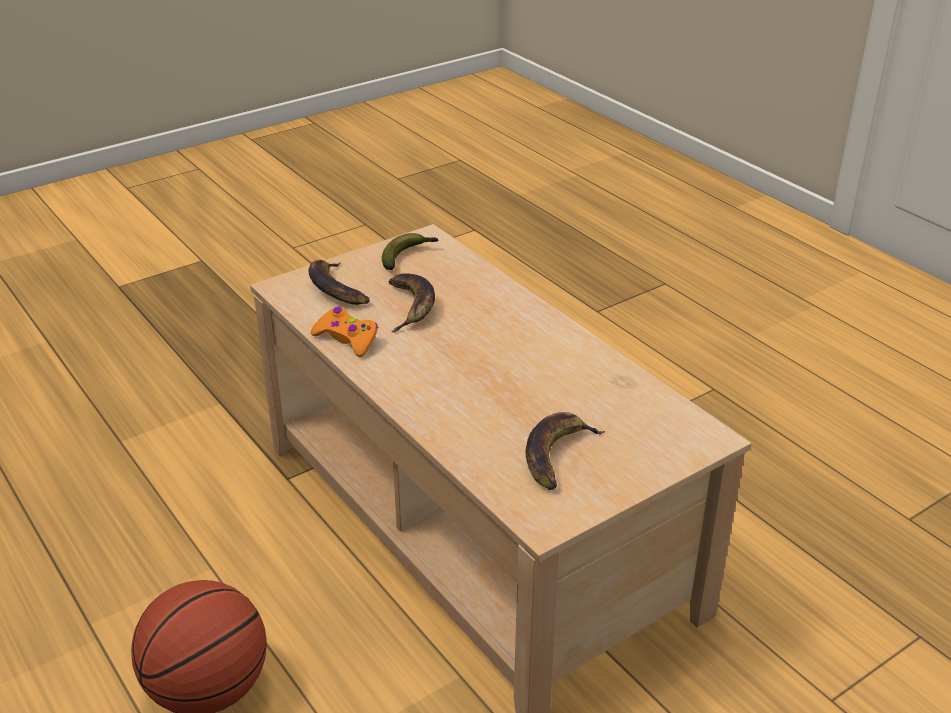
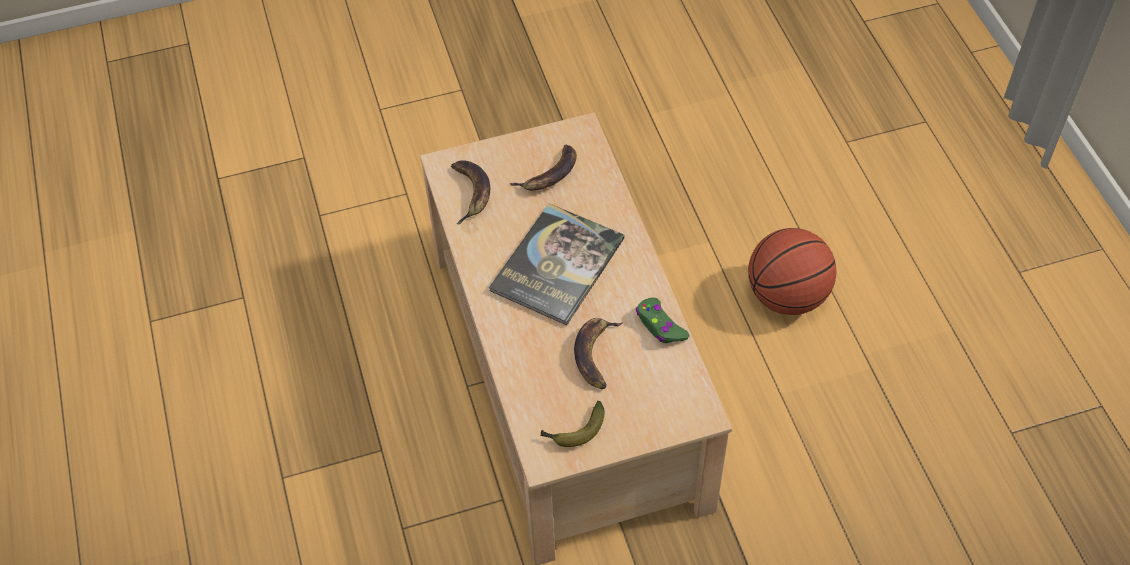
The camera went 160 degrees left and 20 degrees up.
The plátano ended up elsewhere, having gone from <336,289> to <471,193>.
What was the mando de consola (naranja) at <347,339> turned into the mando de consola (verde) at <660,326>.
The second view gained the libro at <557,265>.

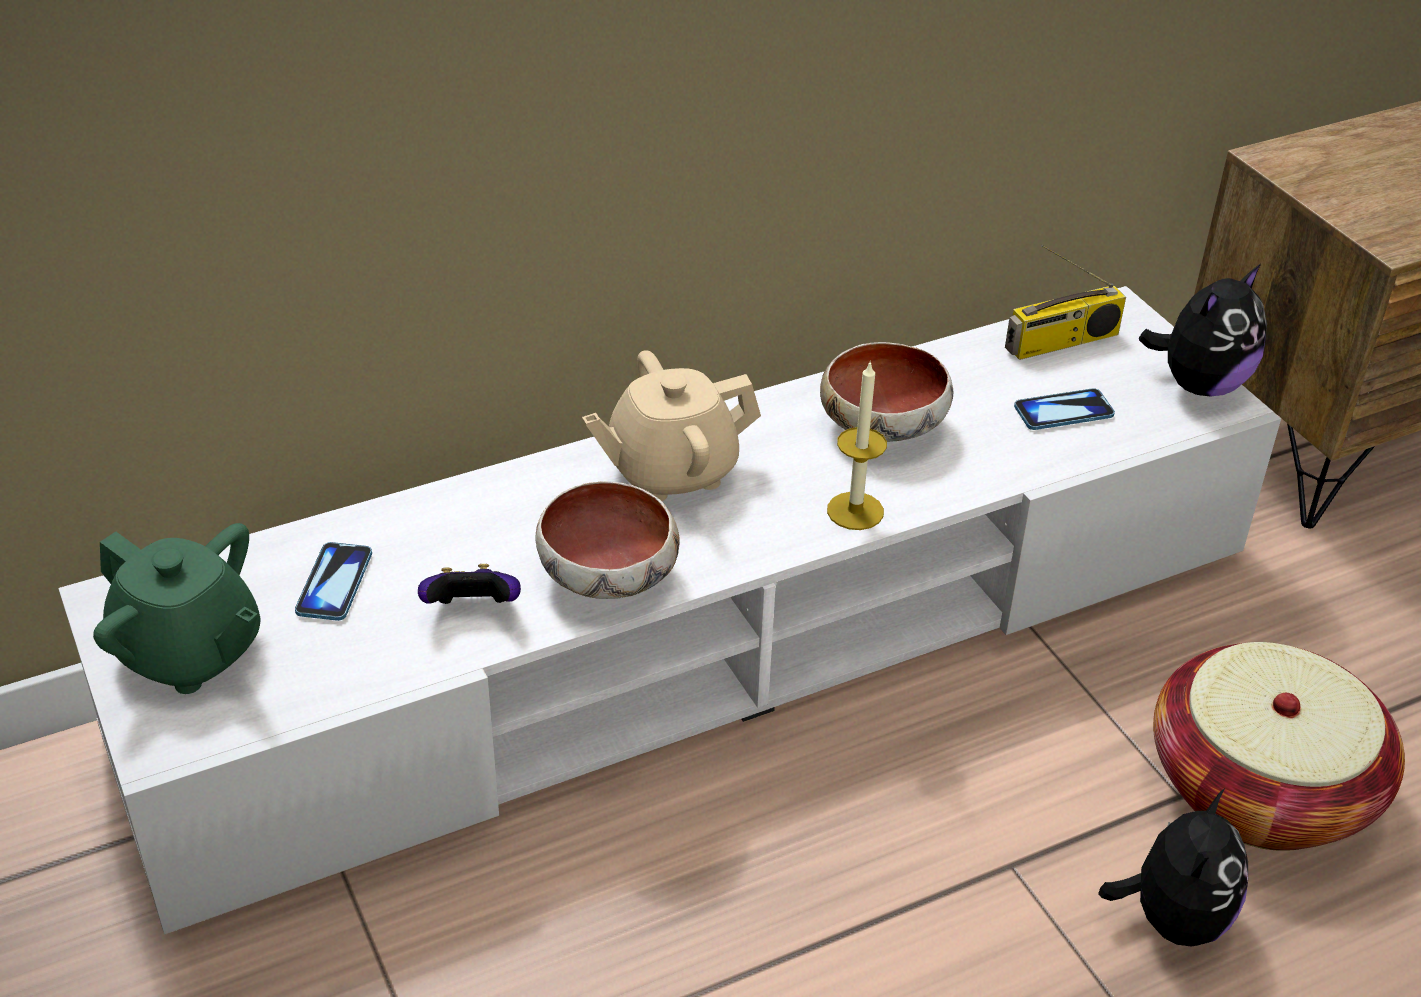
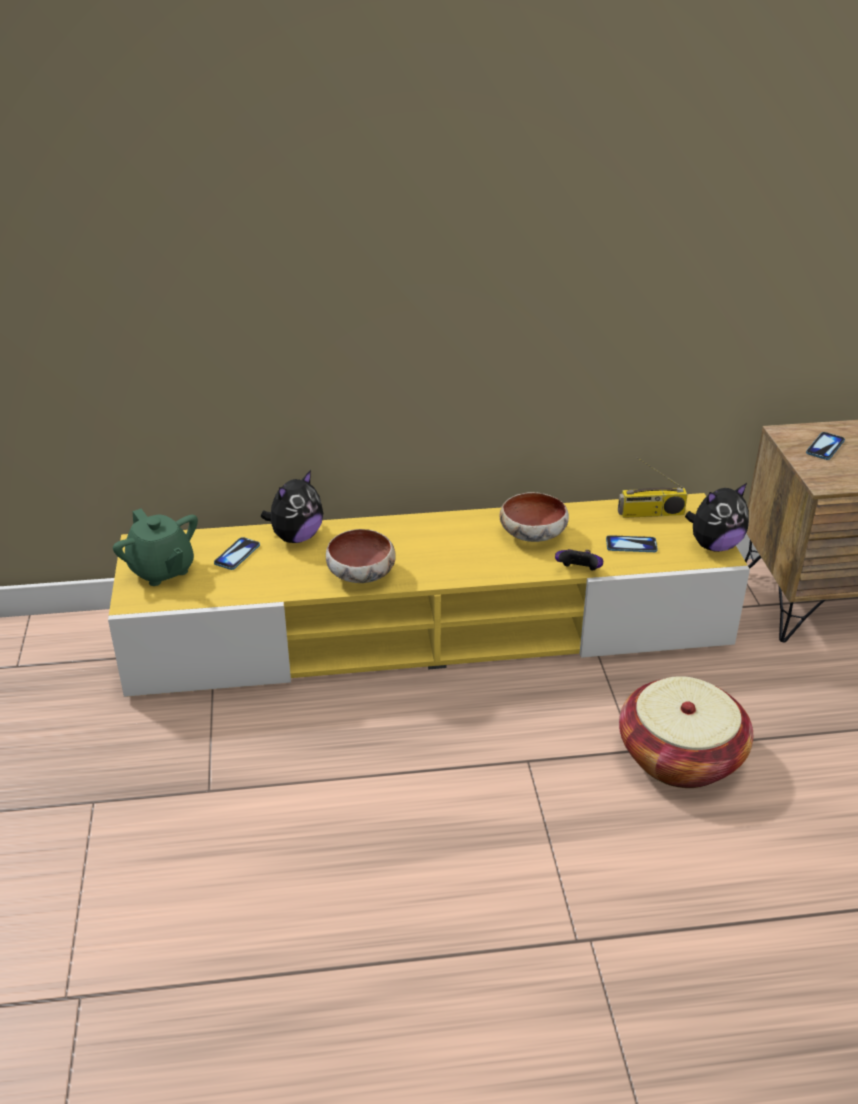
The camera went 20 degrees right and 5 degrees down.
What was the mueble de televisión (blanco) at <708,641> turned into the mueble de televisión (amarillo) at <430,631>.
The mando de consola ended up elsewhere, having gone from <472,610> to <578,571>.
The second view lost the tetera (beis) at <671,471>.
The second view lost the vela at <855,511>.
The peluche ended up elsewhere, having gone from <1172,918> to <296,537>.
The second view gained the móvil at <825,447>.

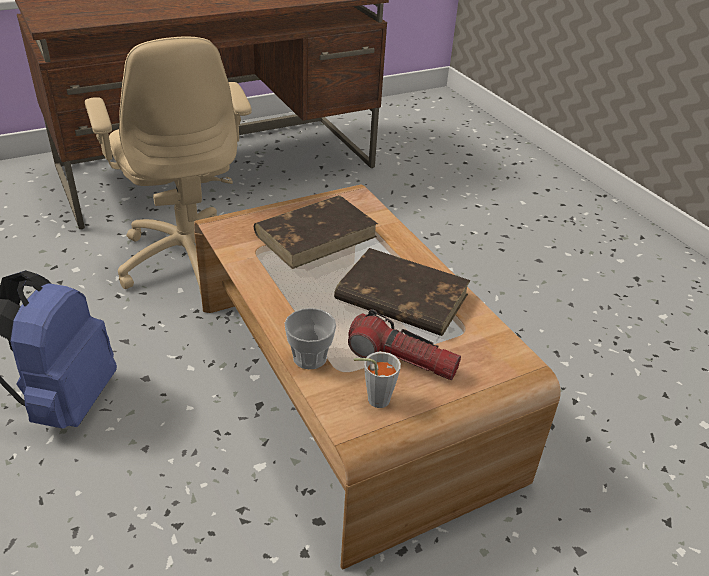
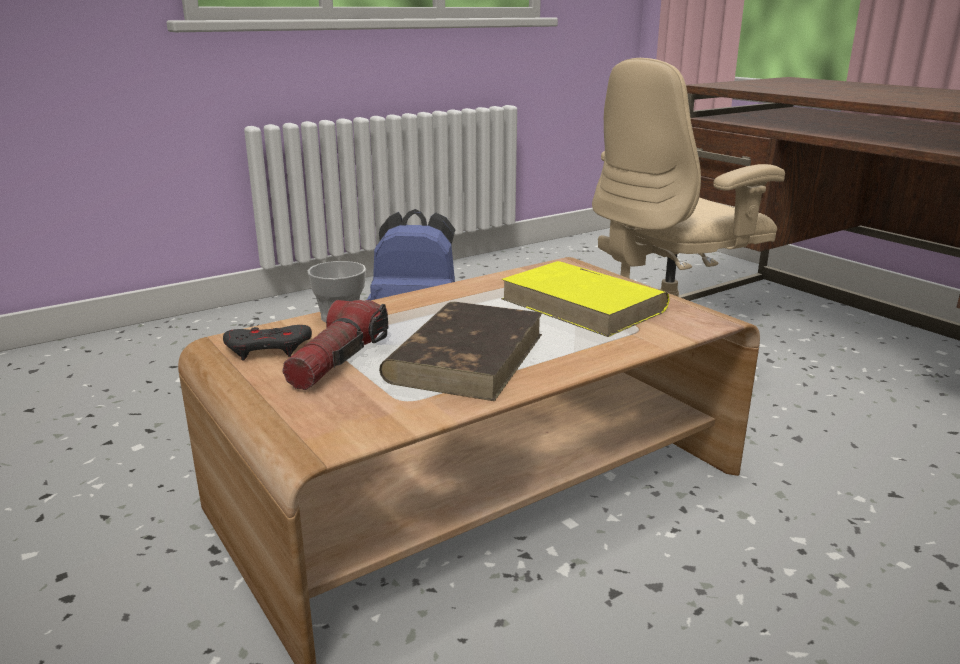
The camera went 85 degrees right and 15 degrees down.
What was the libro (marrón) at <316,235> turned into the libro (amarillo) at <584,305>.
Where the taza (gris) stood at <373,400>, the mando de consola (gris) came to stand at <268,349>.

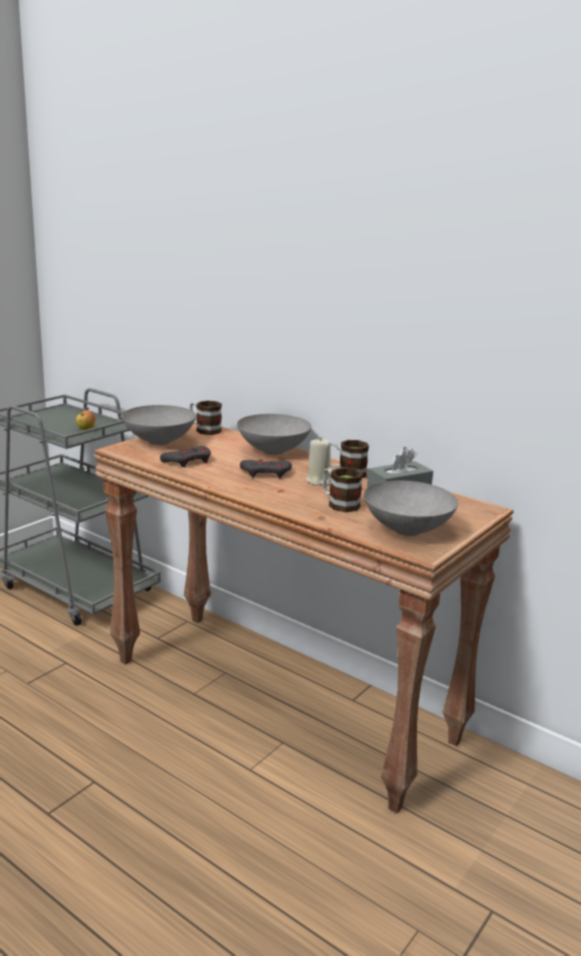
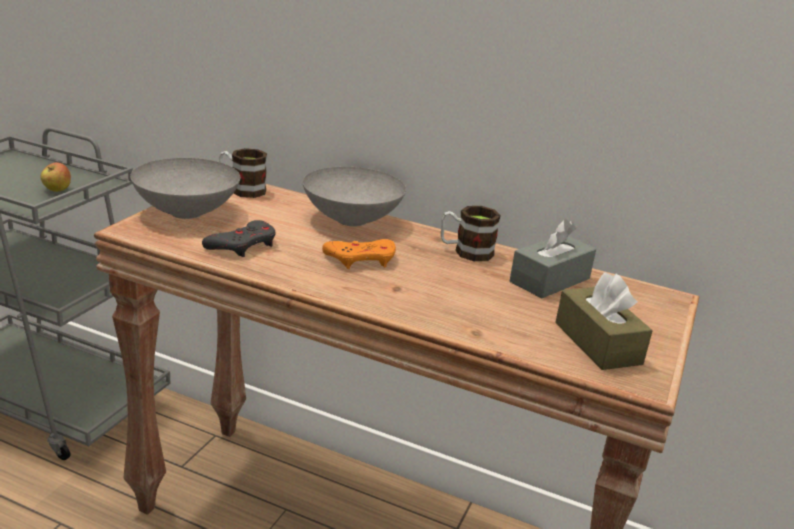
The camera went 15 degrees left and 5 degrees up.
What was the mando de consola (gris) at <266,473> turned into the mando de consola (naranja) at <361,259>.
The second view lost the vela (beis) at <318,481>.
The second view lost the taza grande at <339,503>.
Where the cuenco (gris) stood at <406,529>, the caja de pañuelos (marrón) came to stand at <597,343>.

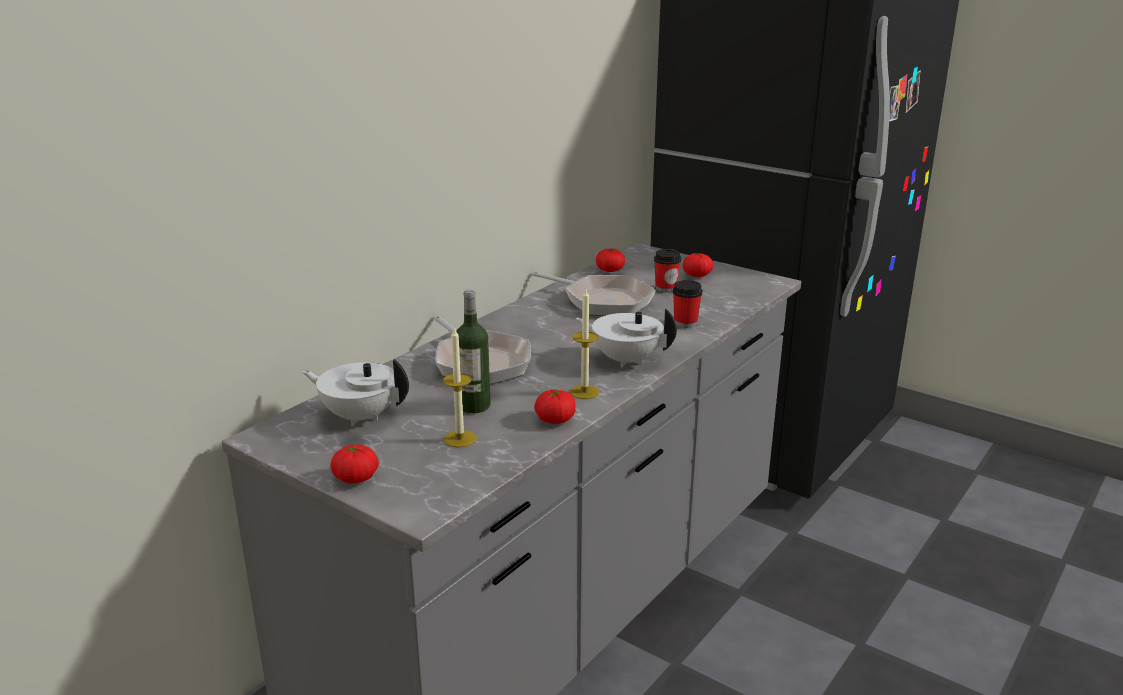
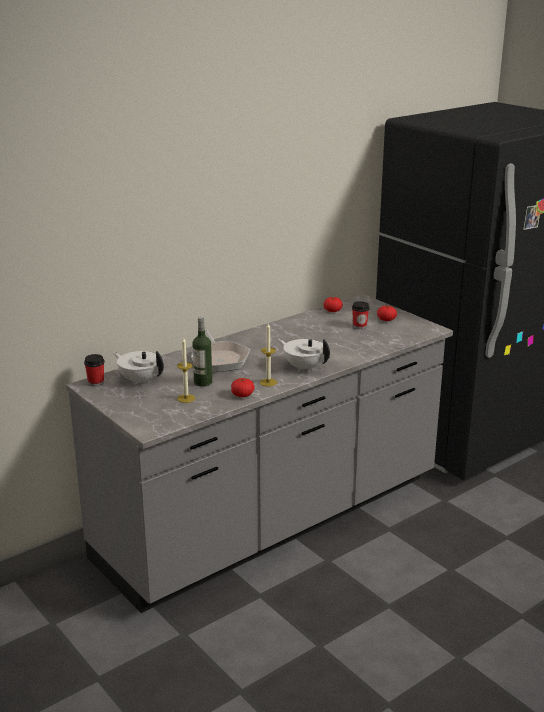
The camera went 15 degrees right and 0 degrees up.
The second view lost the tomate at <356,478>.
The second view lost the sartén at <603,300>.
The taza ended up elsewhere, having gone from <685,323> to <96,383>.

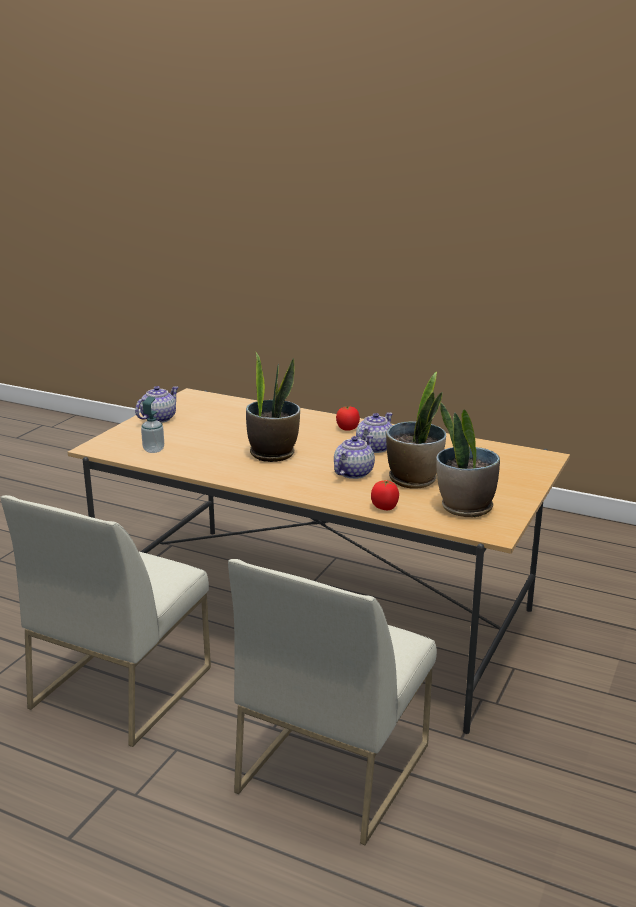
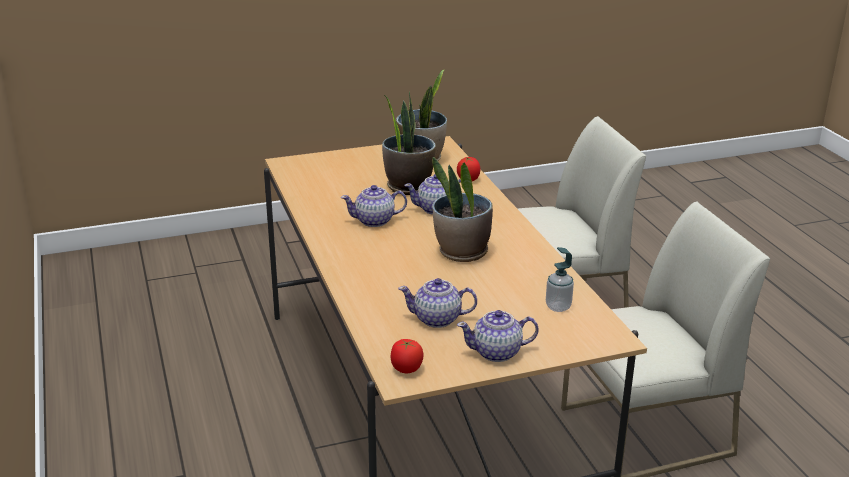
The camera went 135 degrees left and 5 degrees up.
The tomate ended up elsewhere, having gone from <347,429> to <406,369>.
The second view gained the tetera at <438,319>.

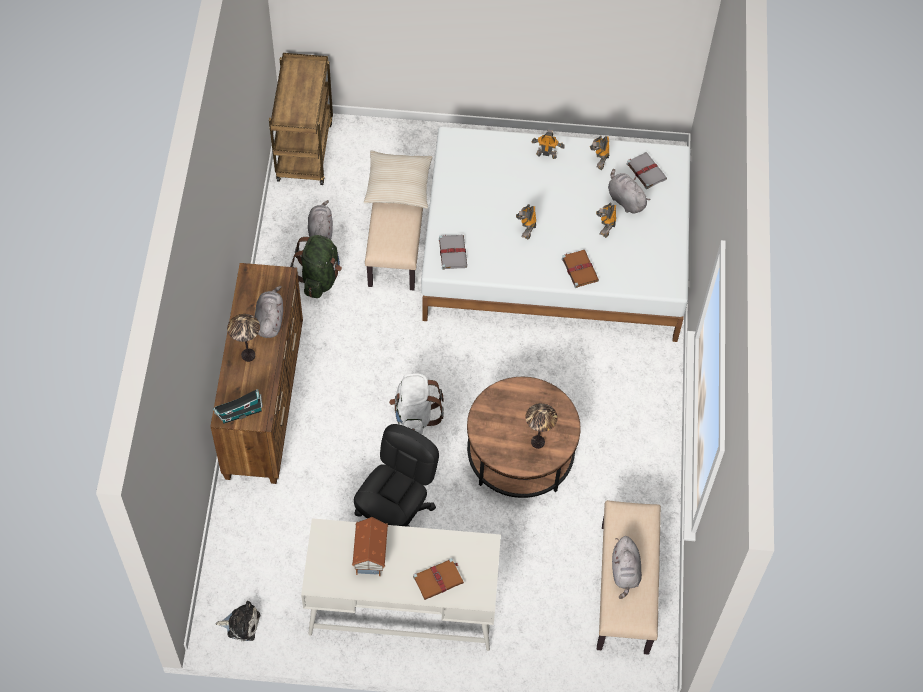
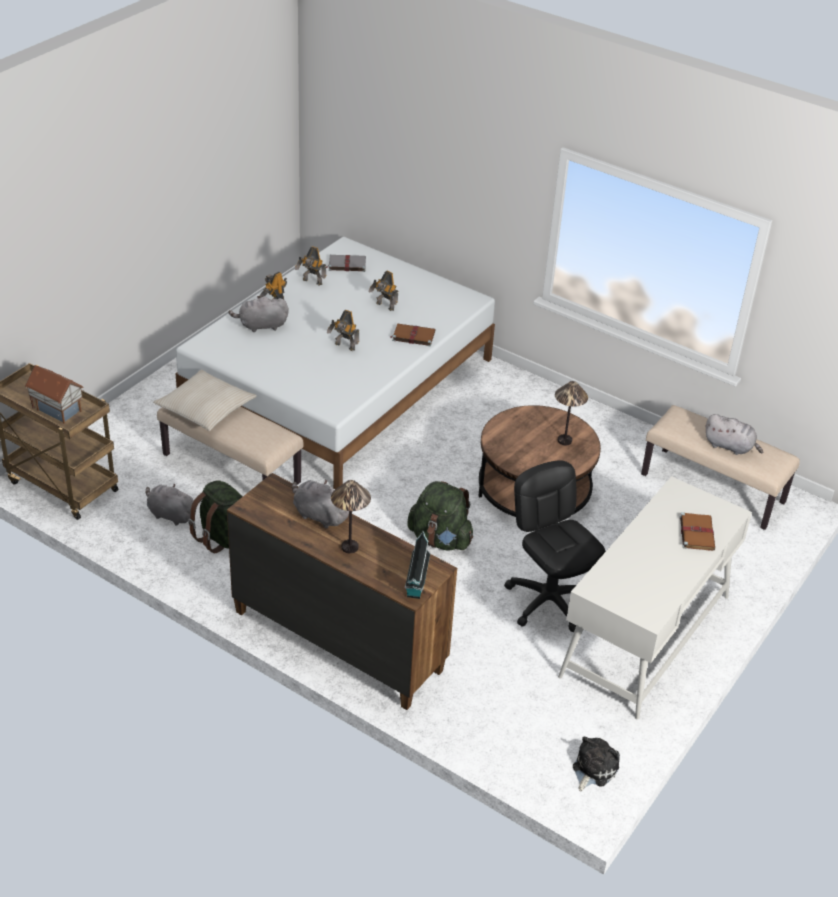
The camera went 60 degrees left and 20 degrees down.
The casita ended up elsewhere, having gone from <371,555> to <58,408>.
What was the mochila (blanco) at <415,415> turned into the mochila (verde) at <440,539>.
The second view lost the libro (gris) at <452,252>.
The peluche (gris) ended up elsewhere, having gone from <625,199> to <261,326>.

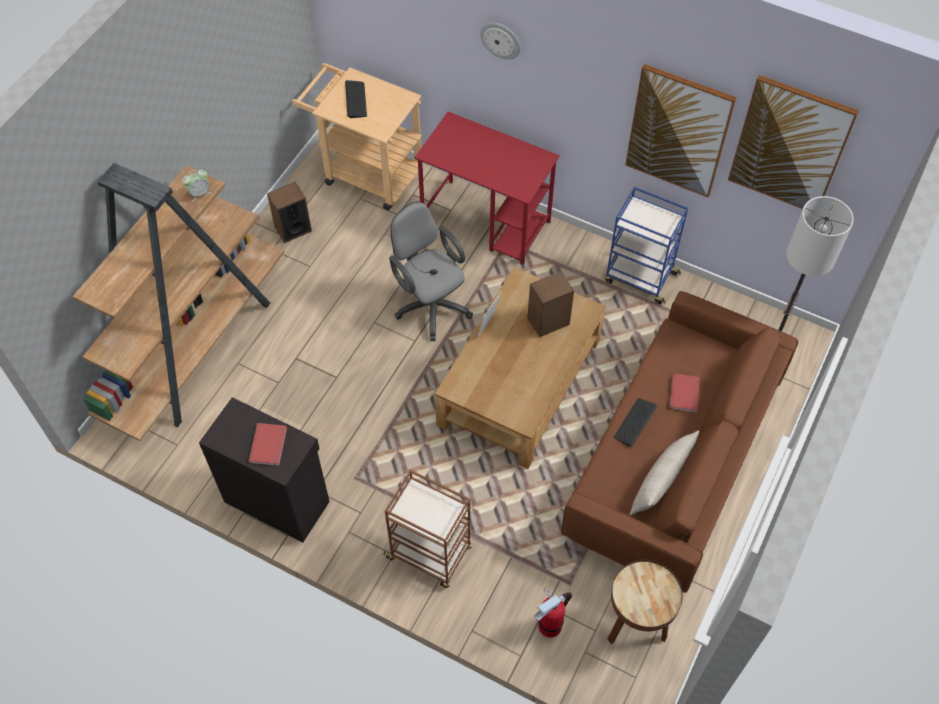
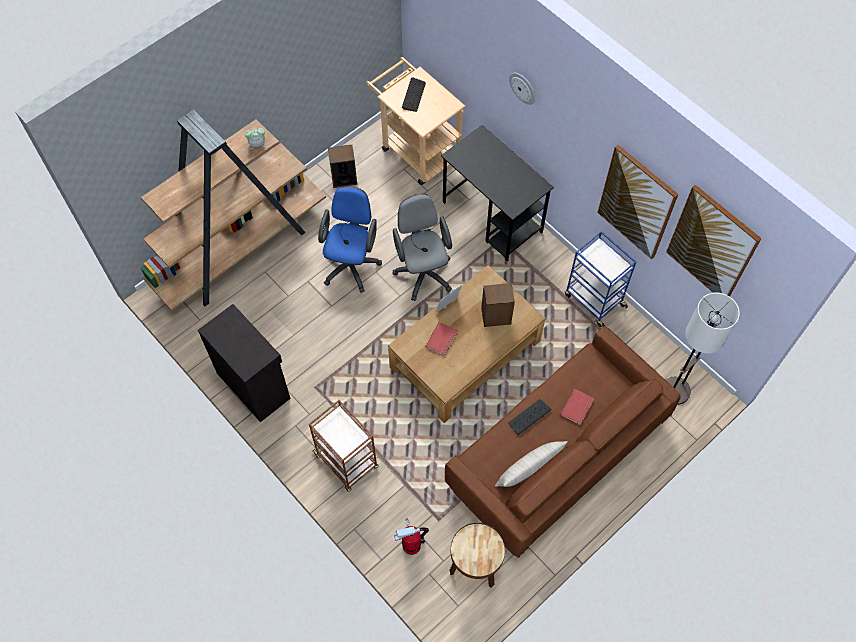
The camera went 20 degrees right and 5 degrees up.
The libro (rojo) ended up elsewhere, having gone from <269,445> to <442,339>.
What was the escritorio (rojo) at <486,222> turned into the escritorio (negro) at <493,217>.
The second view gained the silla de oficina (azul) at <351,263>.

